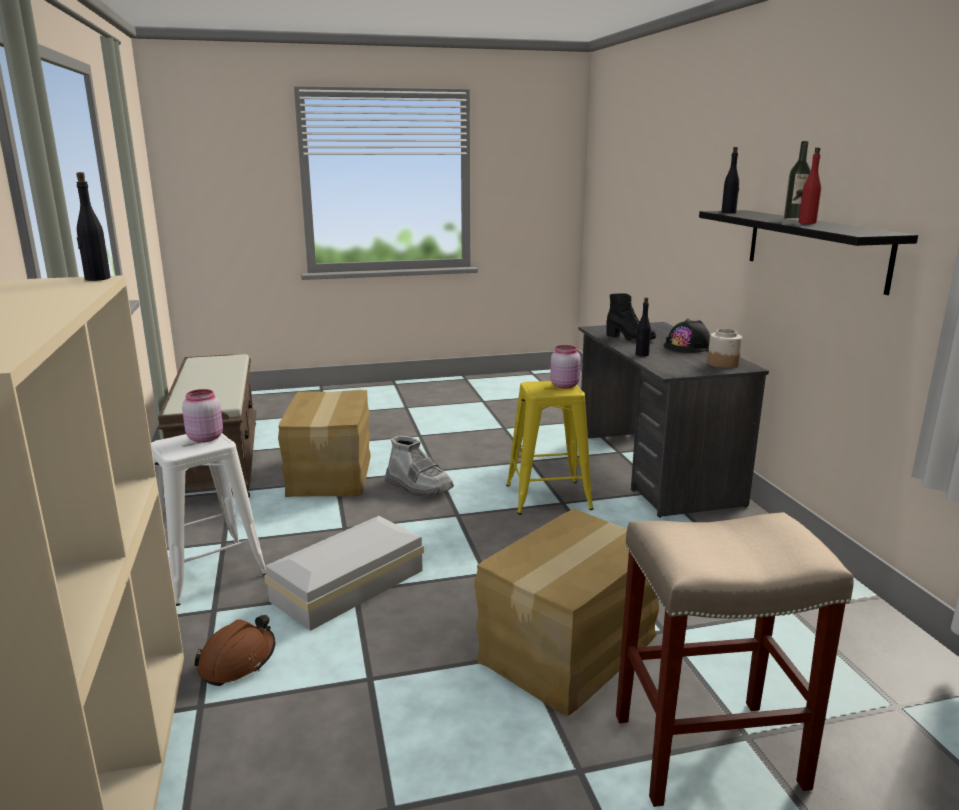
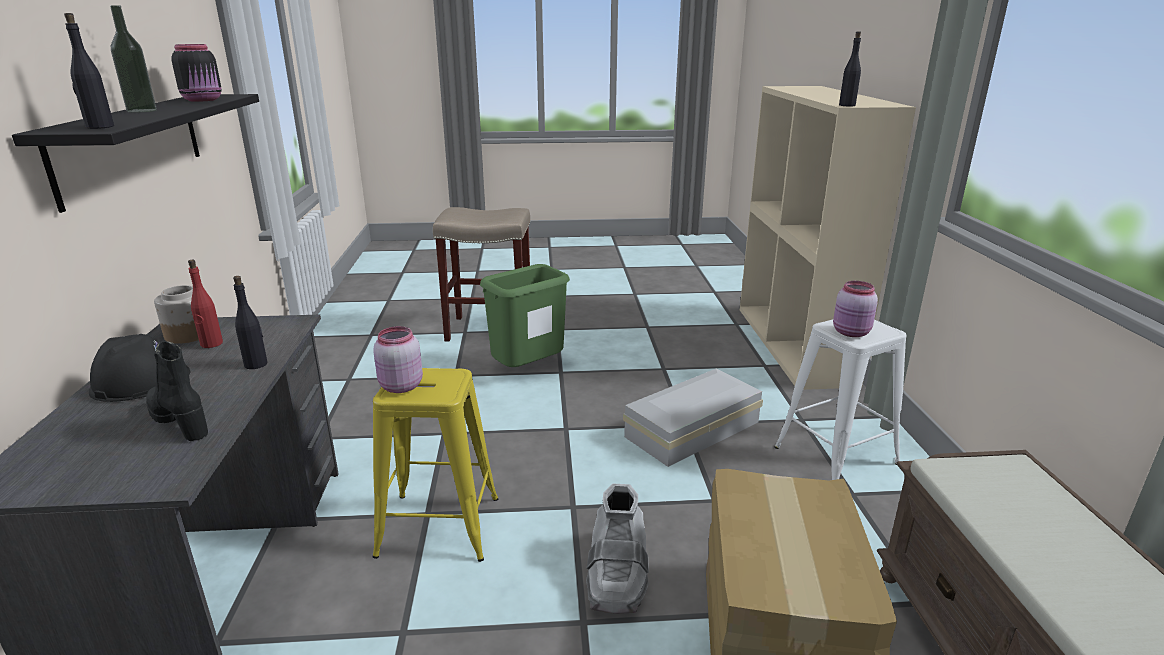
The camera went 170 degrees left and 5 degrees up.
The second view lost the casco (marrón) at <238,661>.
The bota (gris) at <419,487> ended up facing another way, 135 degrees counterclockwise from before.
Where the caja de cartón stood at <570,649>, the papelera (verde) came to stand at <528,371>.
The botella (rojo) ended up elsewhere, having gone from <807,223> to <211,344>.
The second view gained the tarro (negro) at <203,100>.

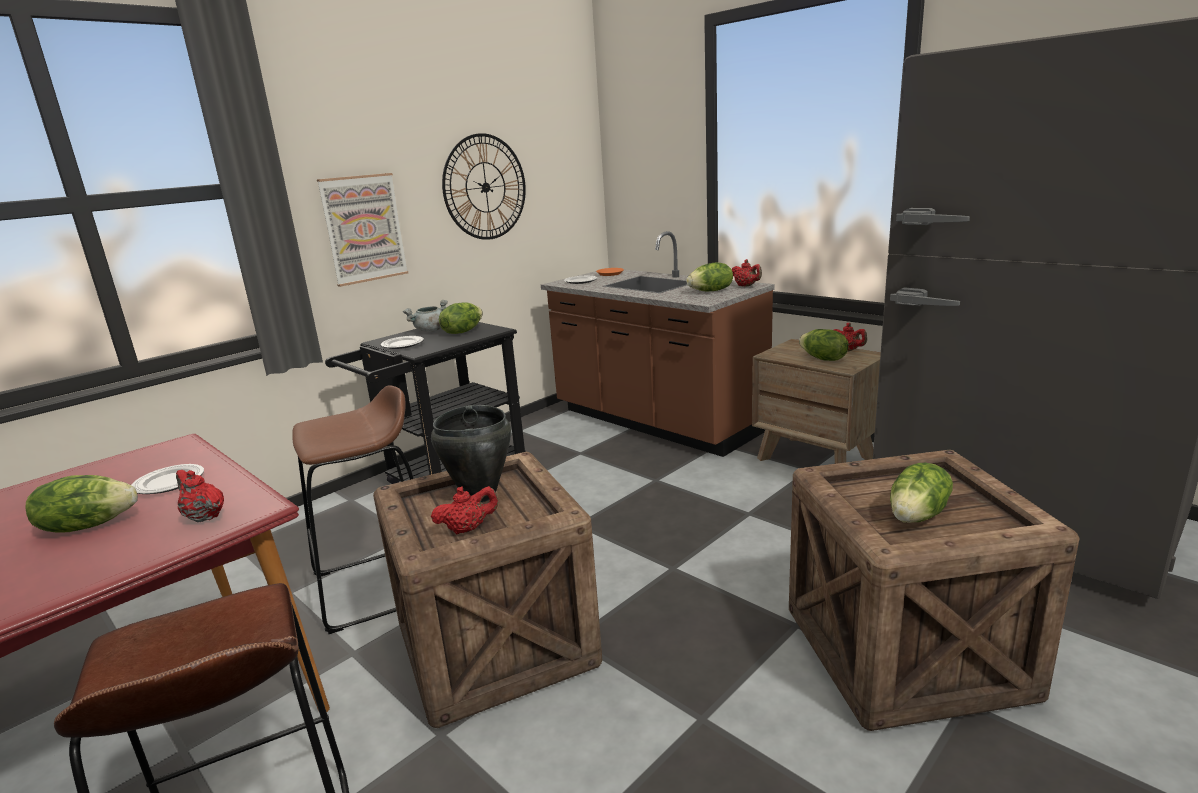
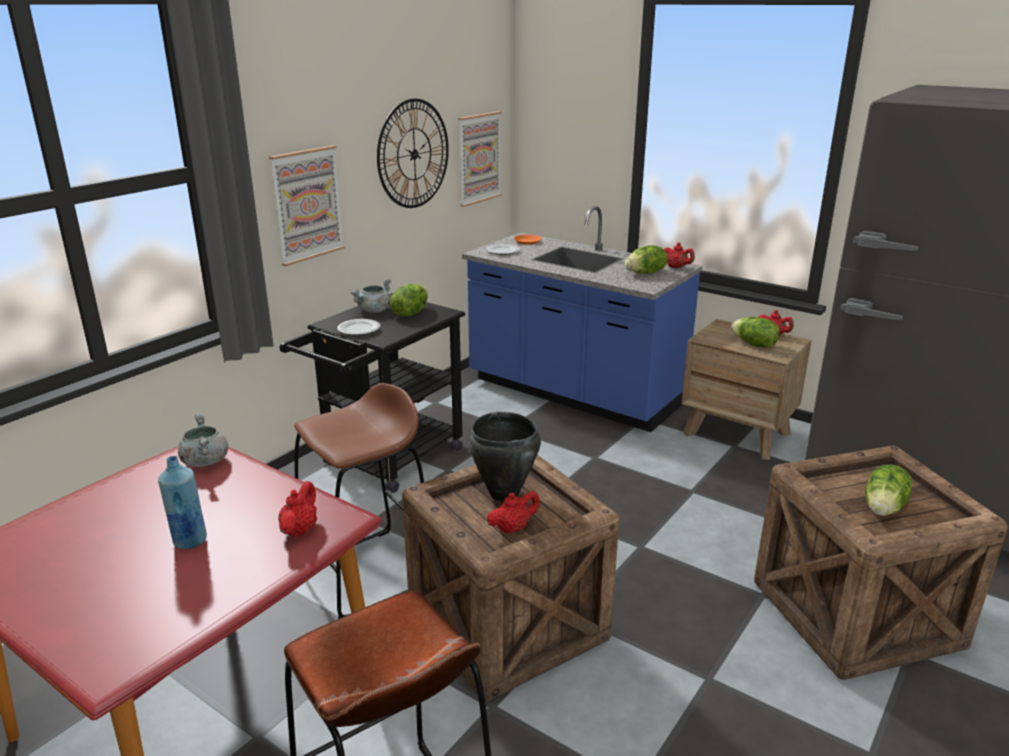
The camera went 10 degrees left and 5 degrees up.
Where the lechuga stood at <88,525>, the botella (azul) came to stand at <189,541>.
The second view lost the plato at <169,482>.
The tetera (rojo) at <204,517> ended up facing another way, 75 degrees clockwise from before.
What was the mueble bajo de cocina (marrón) at <656,422> turned into the mueble bajo de cocina (azul) at <574,393>.
The second view gained the olla (gris) at <204,461>.
The second view gained the cuadro at <479,158>.

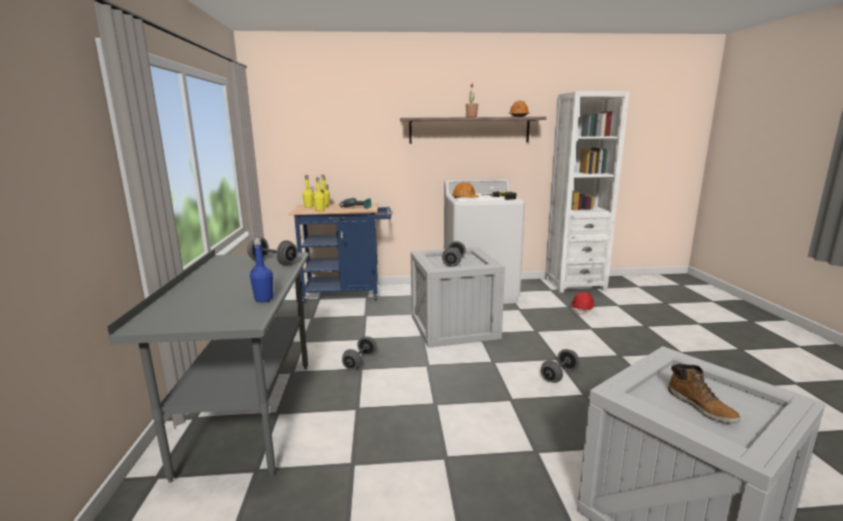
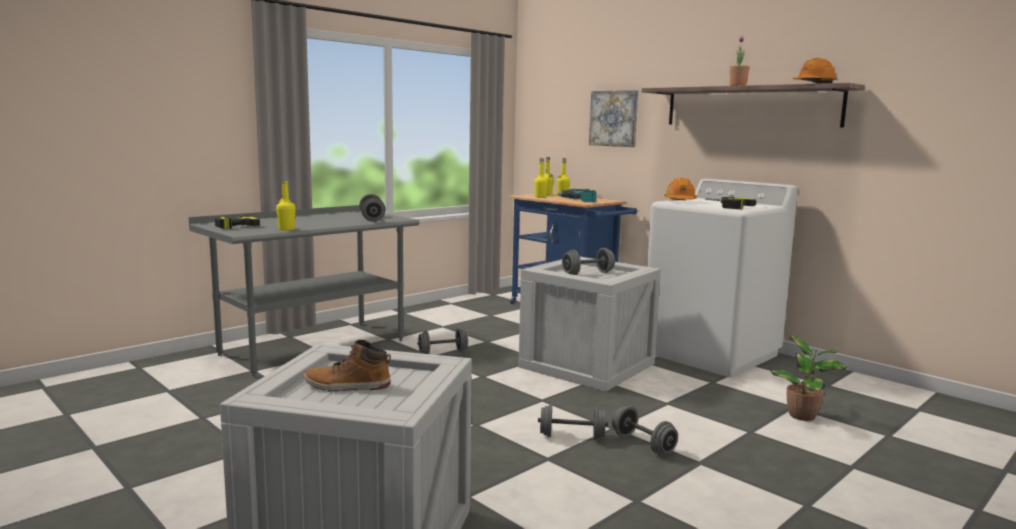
The camera went 50 degrees right and 5 degrees down.
What was the botella (azul) at <264,299> turned into the botella (amarillo) at <286,229>.
The second view lost the estantería (blanco) at <574,284>.
Where the casco (rojo) stood at <583,310>, the planta en maceta came to stand at <804,416>.
The bota at <701,406> ended up facing another way, 60 degrees clockwise from before.
The second view gained the taladro at <233,225>.
The second view gained the cuadro at <614,118>.
The second view gained the mancuerna (gris) at <643,444>.

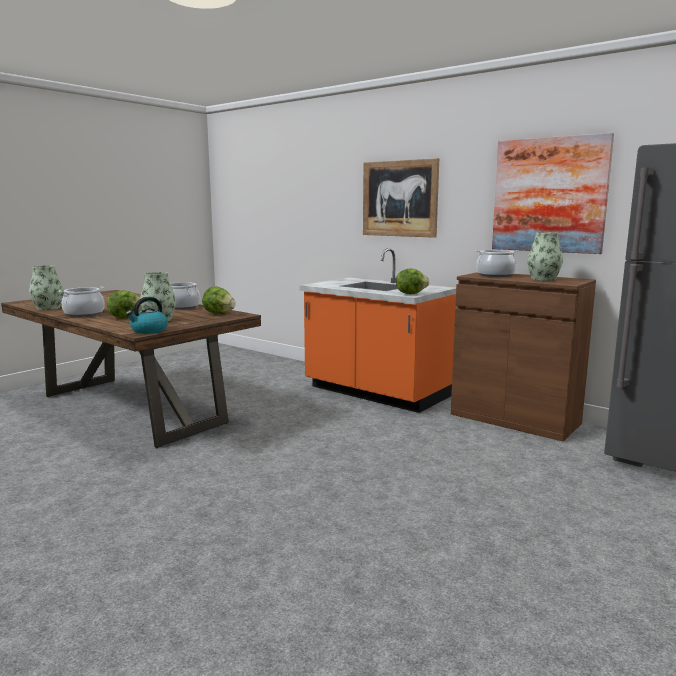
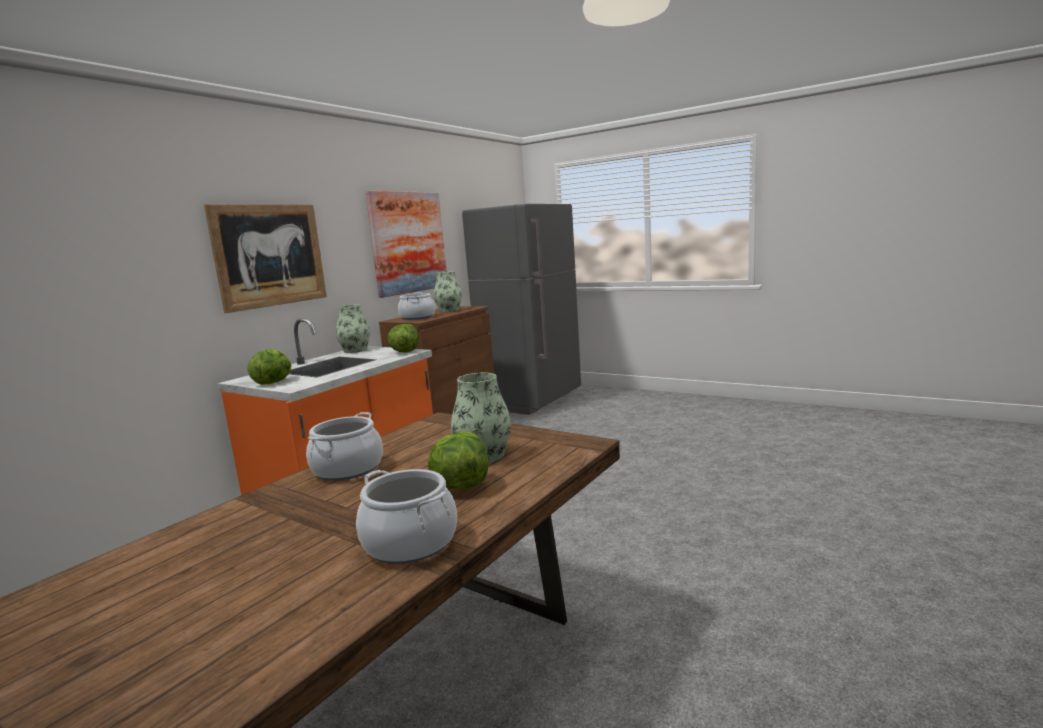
The camera went 95 degrees left and 0 degrees up.
The florero ended up elsewhere, having gone from <48,308> to <355,350>.
The second view lost the hervidor at <149,331>.
The lechuga ended up elsewhere, having gone from <219,313> to <274,382>.

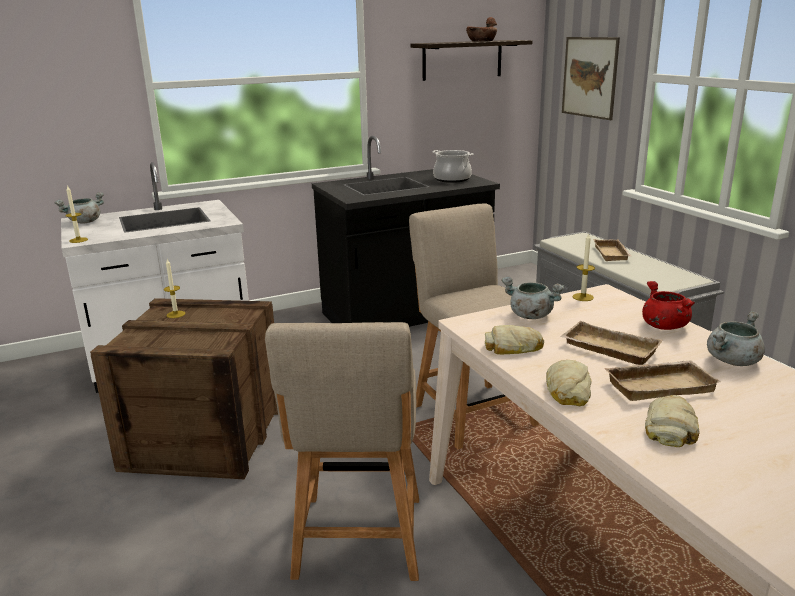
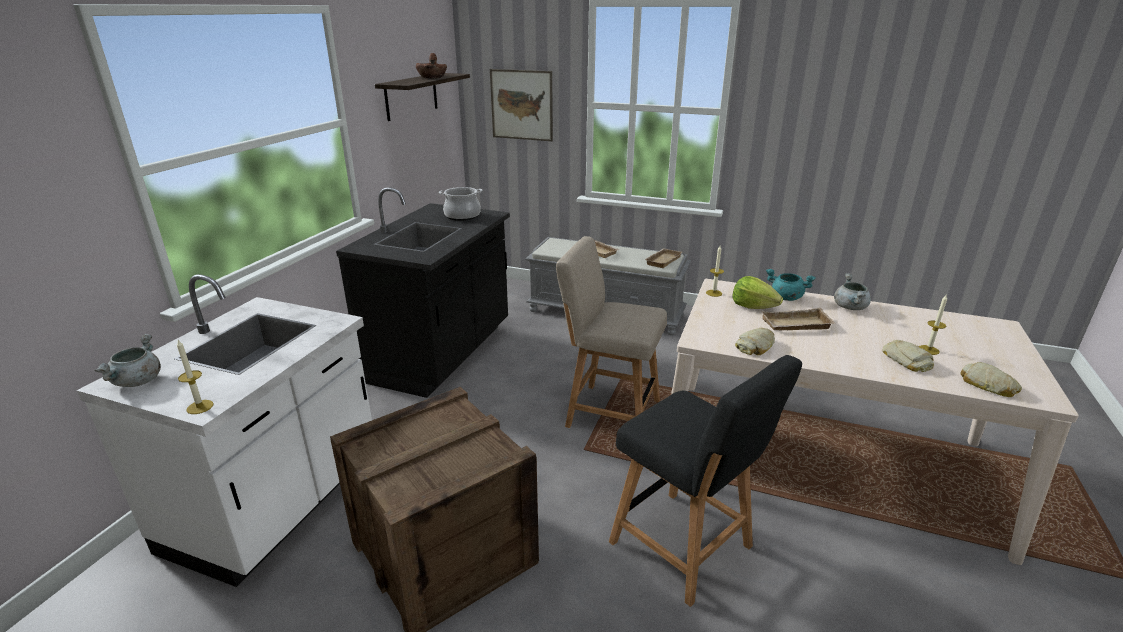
The camera went 45 degrees left and 5 degrees up.
The vela ended up elsewhere, having gone from <175,314> to <928,350>.
What was the silla (beis) at <358,542> turned into the silla (negro) at <686,548>.
The second view lost the olla (gris) at <530,315>.
The pan ended up elsewhere, having gone from <567,390> to <988,385>.
The bandeja (beis) ended up elsewhere, having gone from <659,385> to <662,260>.
What was the olla (rojo) at <663,326> turned into the olla (turquesa) at <785,297>.
The second view gained the lechuga at <753,306>.

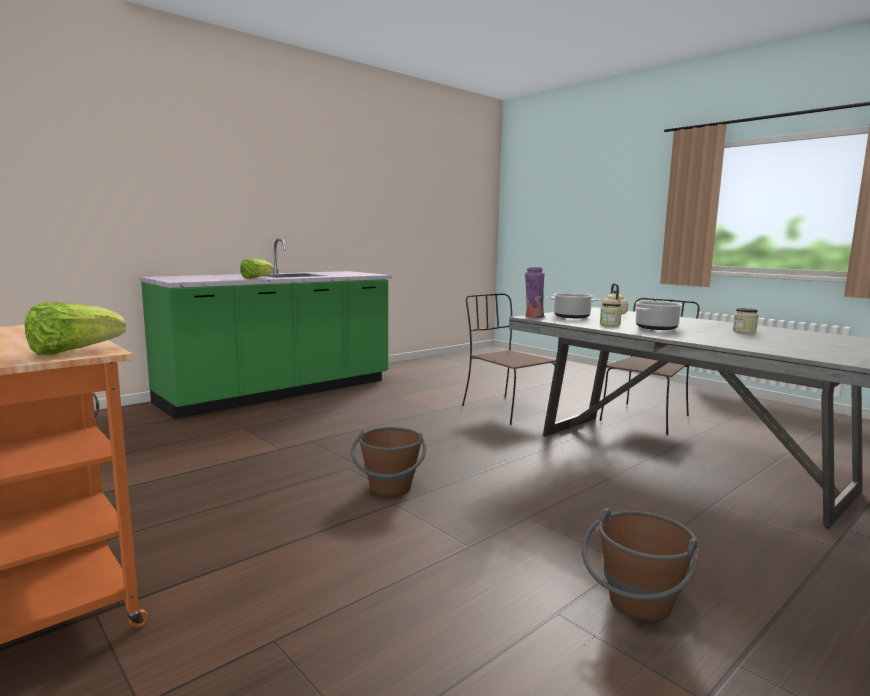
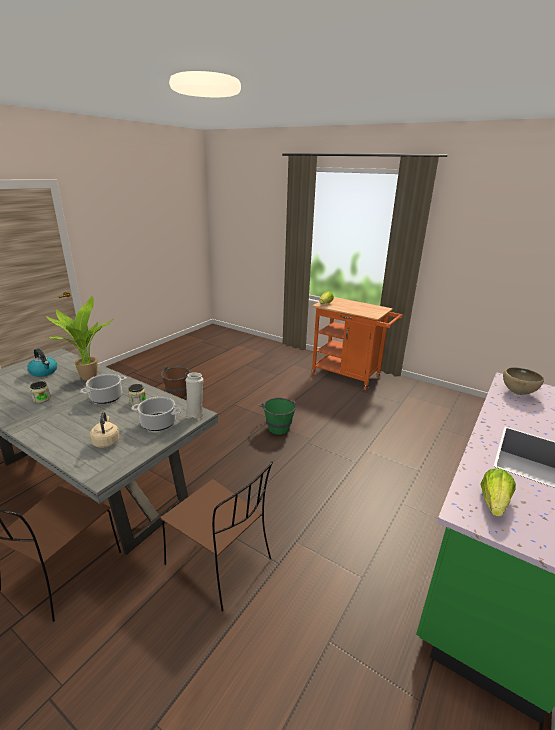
The camera went 165 degrees right and 15 degrees up.
The lechuga ended up elsewhere, having gone from <256,278> to <494,502>.
What was the cubo (marrón) at <389,491> turned into the cubo (verde) at <277,426>.
What was the florero (morado) at <534,317> turned into the florero (blanco) at <195,414>.
The second view gained the hervidor at <44,372>.
The second view gained the planta en maceta at <87,377>.
The second view gained the cuenco (marrón) at <518,393>.

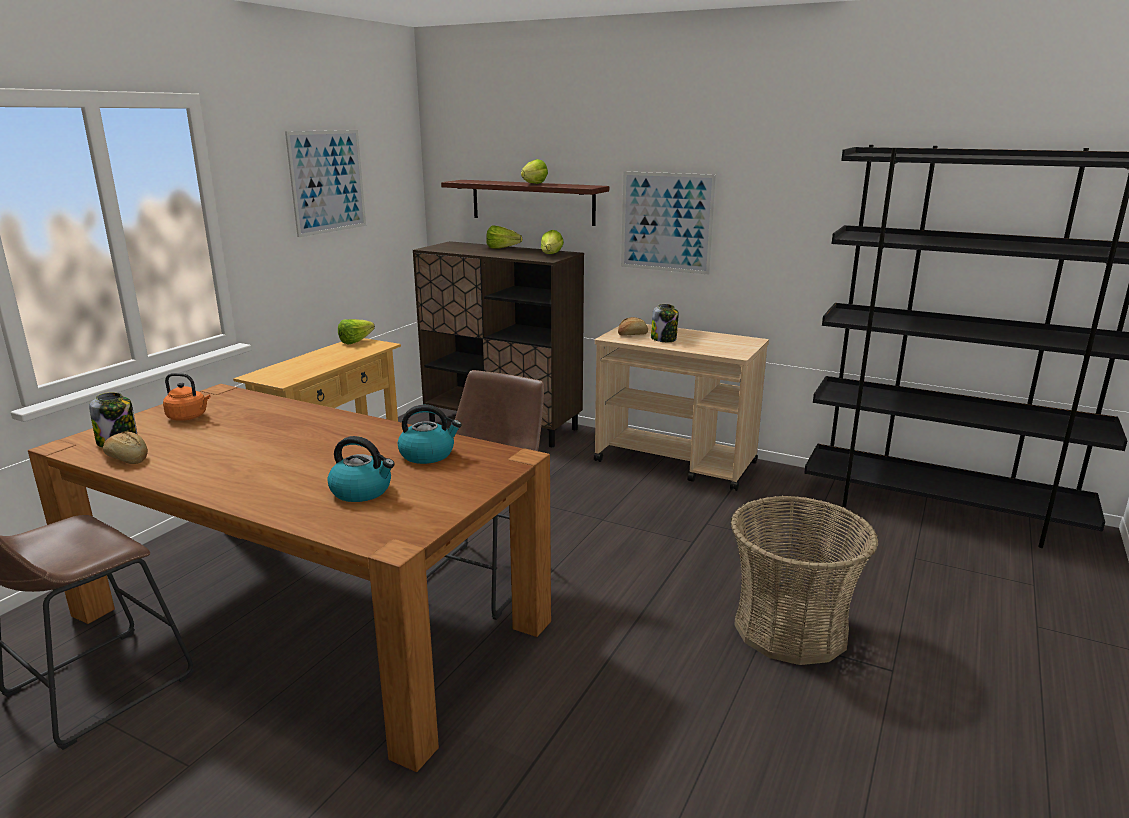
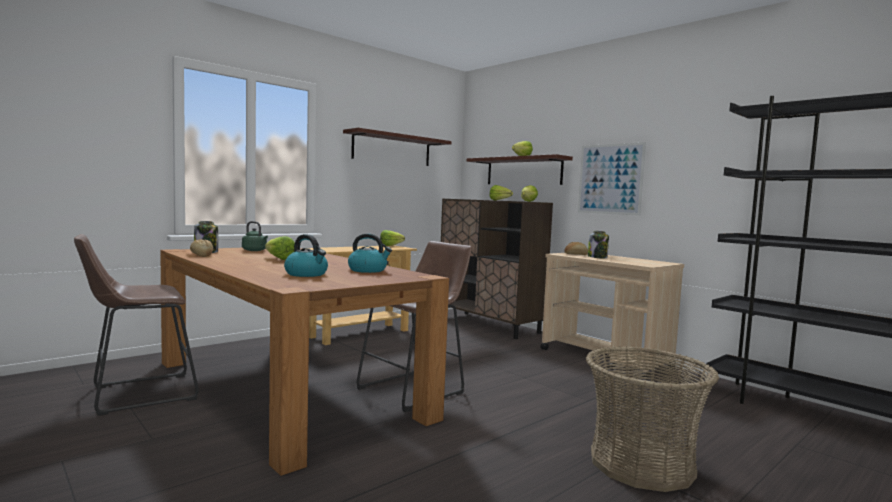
The camera went 20 degrees right and 15 degrees down.
What was the hervidor (naranja) at <189,417> turned into the hervidor (verde) at <255,250>.
Where the cuadro hung at <327,181>, the estante came to hang at <392,149>.
The second view gained the lechuga at <278,259>.

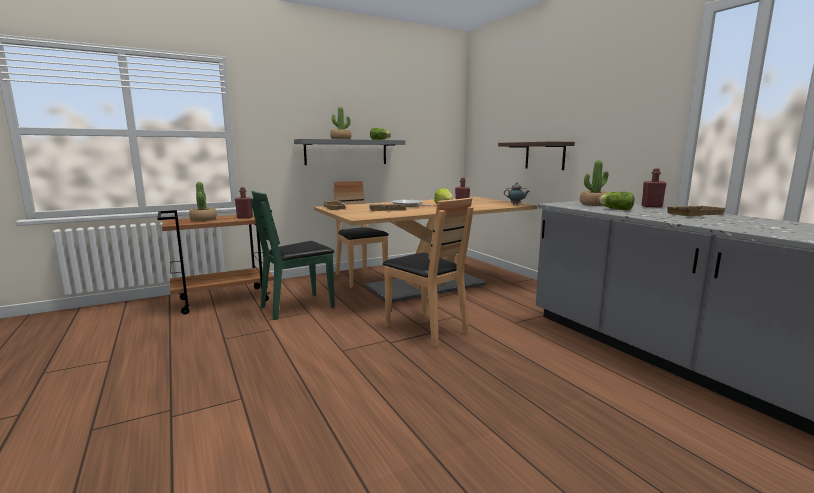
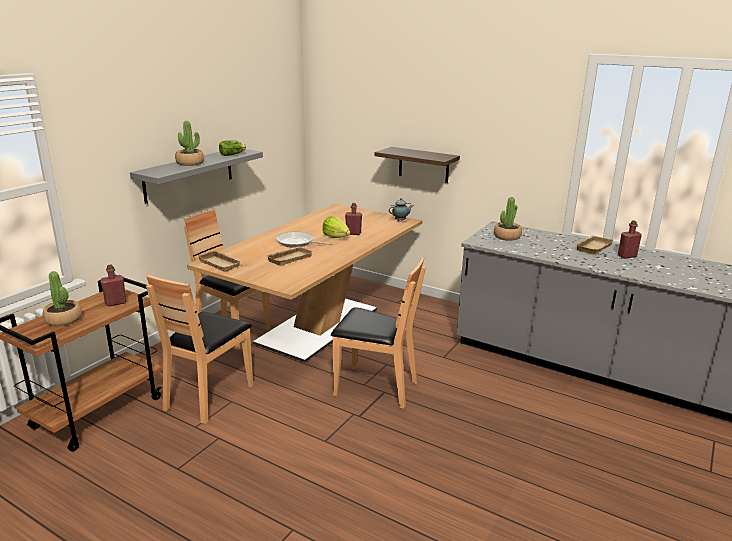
The camera went 30 degrees left and 10 degrees up.
What was the silla (verde) at <298,306> turned into the silla (marrón) at <209,396>.
The second view lost the lechuga at <615,209>.
The botella (rojo) ended up elsewhere, having gone from <651,206> to <627,256>.

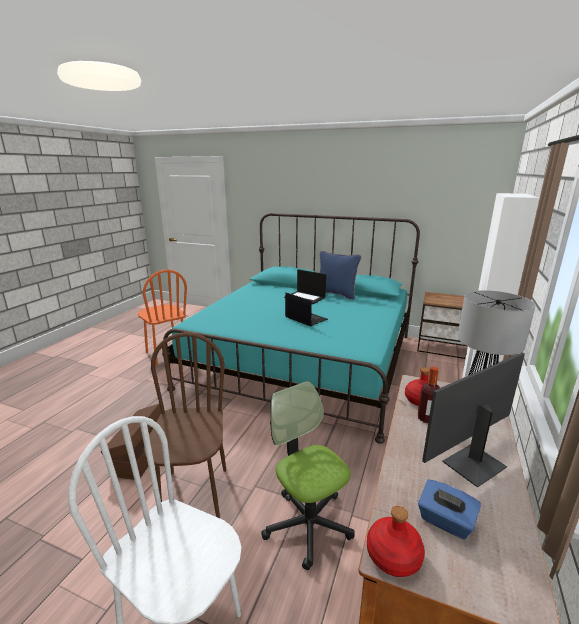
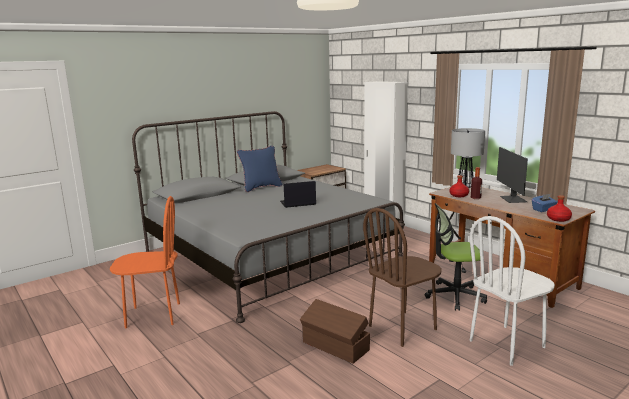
The camera went 60 degrees left and 5 degrees down.
The silla (marrón) at <194,493> ended up facing another way, 60 degrees counterclockwise from before.
What was the cama (turquesa) at <304,360> turned into the cama (gris) at <269,255>.
The second view lost the portátil at <305,297>.

